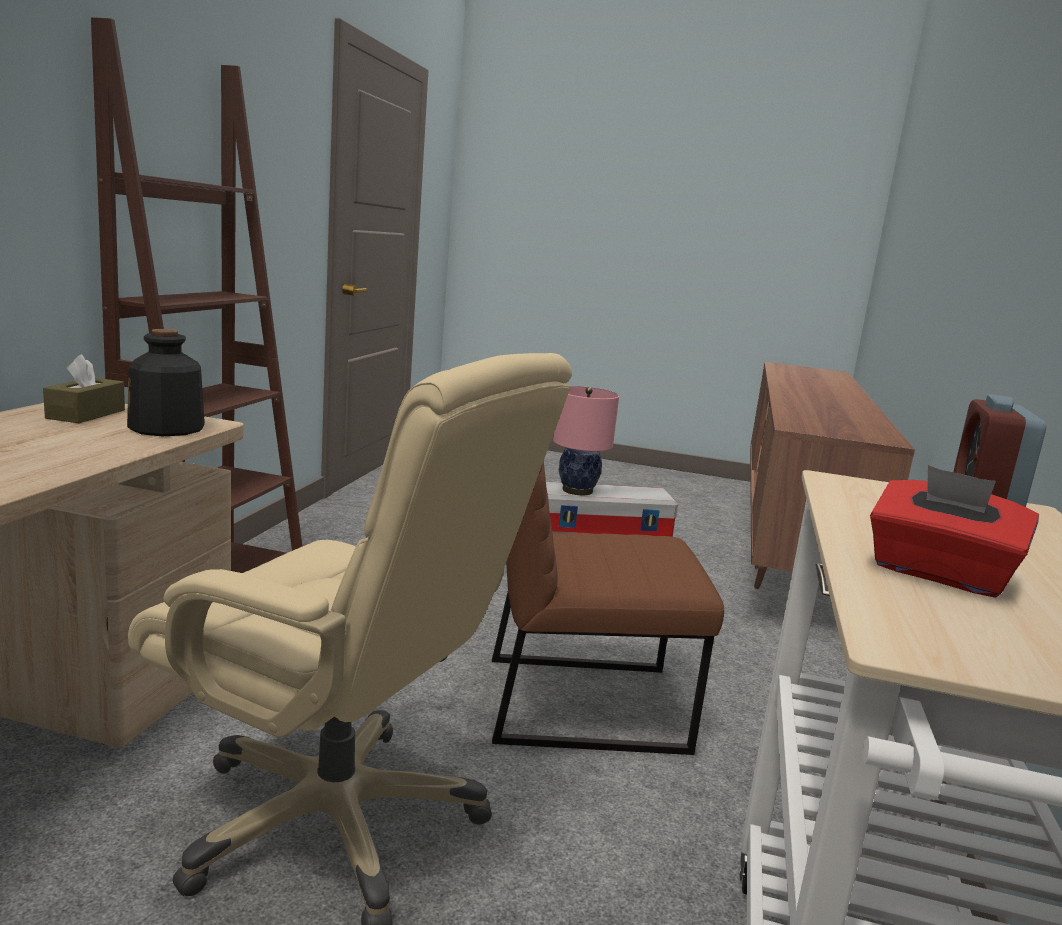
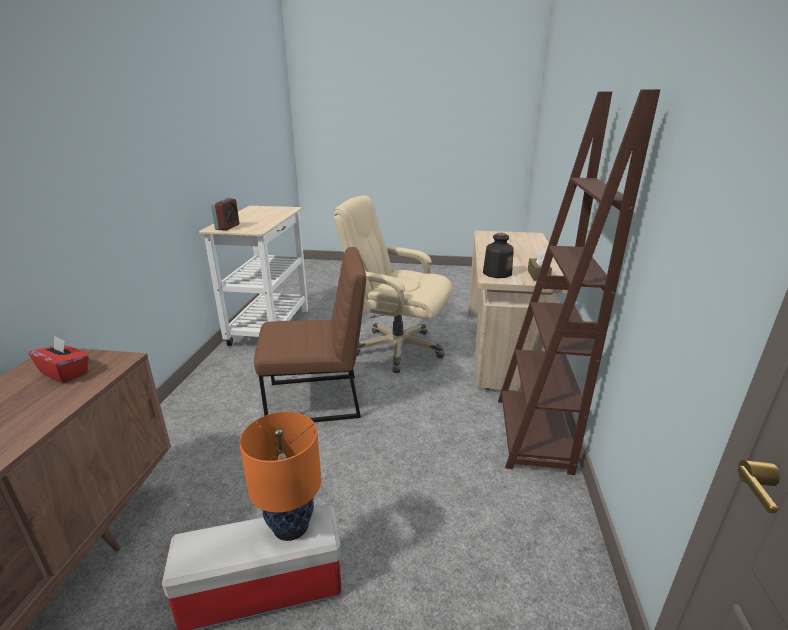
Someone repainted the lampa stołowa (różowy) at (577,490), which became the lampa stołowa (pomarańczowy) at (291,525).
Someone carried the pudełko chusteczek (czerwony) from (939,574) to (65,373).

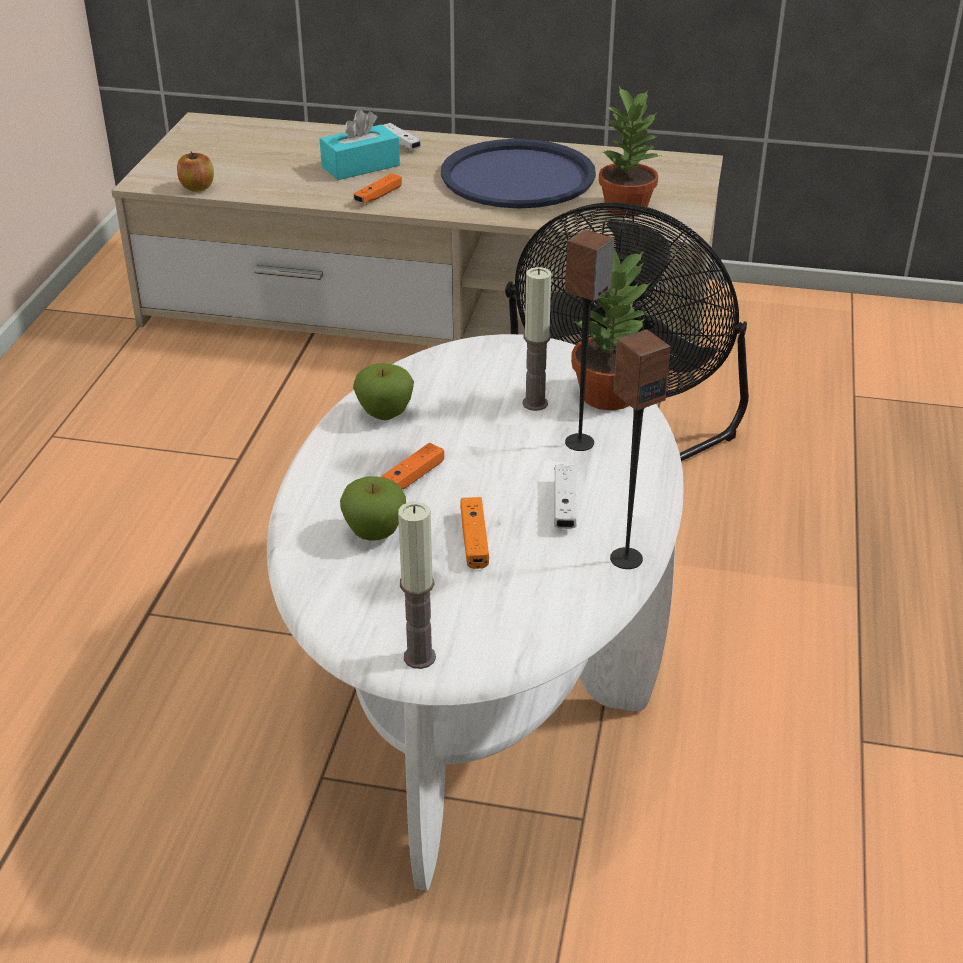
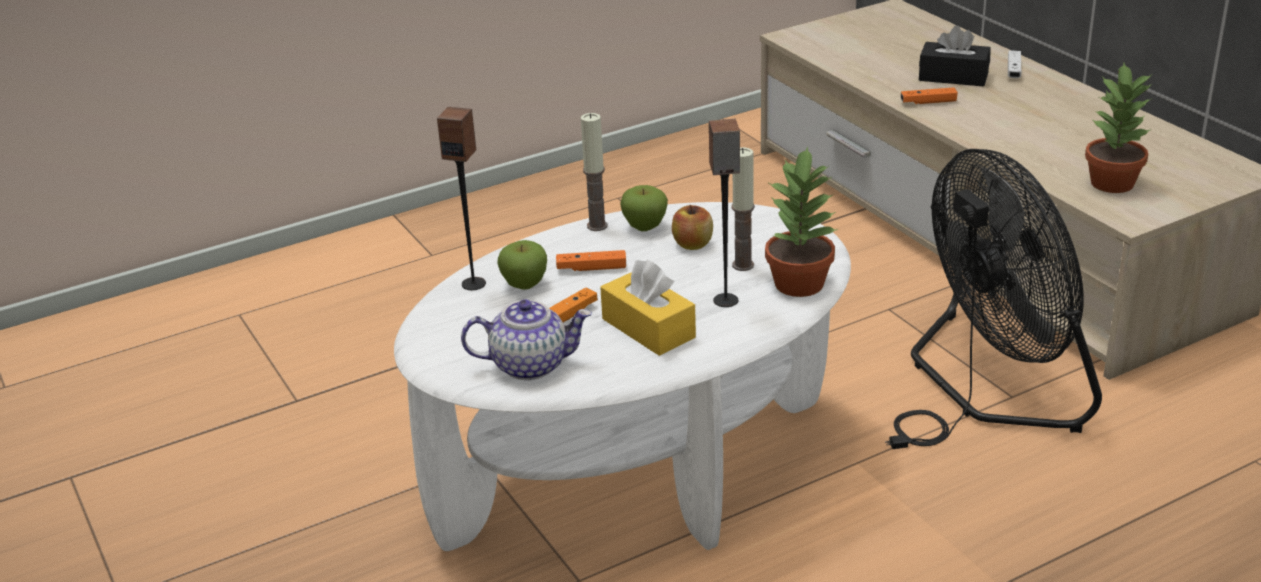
Someone carried the jabłko from (197,187) to (692,244).
Someone repainted the pudełko chusteczek (turkusowy) at (360,166), which became the pudełko chusteczek (czarny) at (953,77).
Someone carried the świeca from (419,657) to (597,226).
Someone took away the taca (niebieski) at (518,177).
Someone swapped the pad do gier (biały) at (564,506) for the pudełko chusteczek (żółty) at (648,328).
Someone carried the głośnik from (626,558) to (474,283).
Someone put down the imbryk at (530,364).

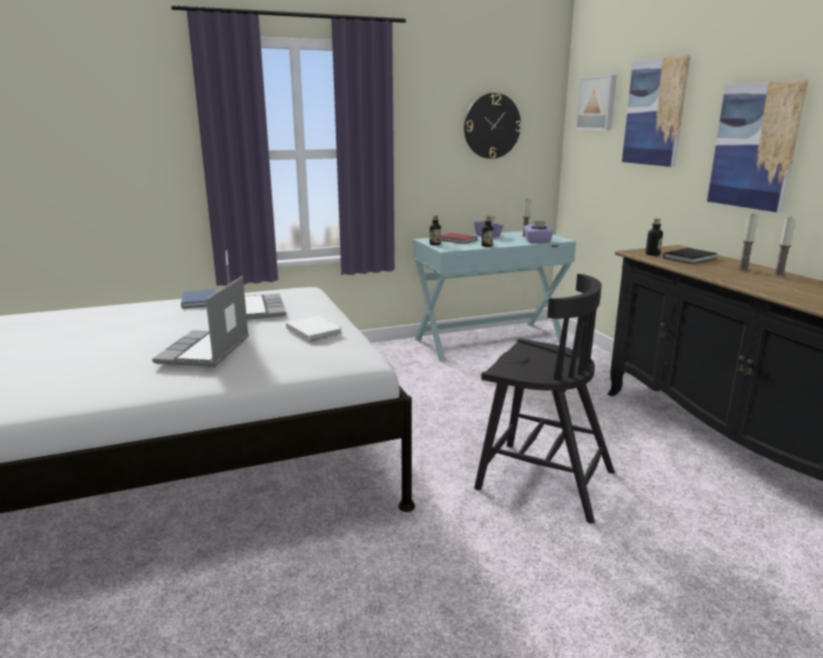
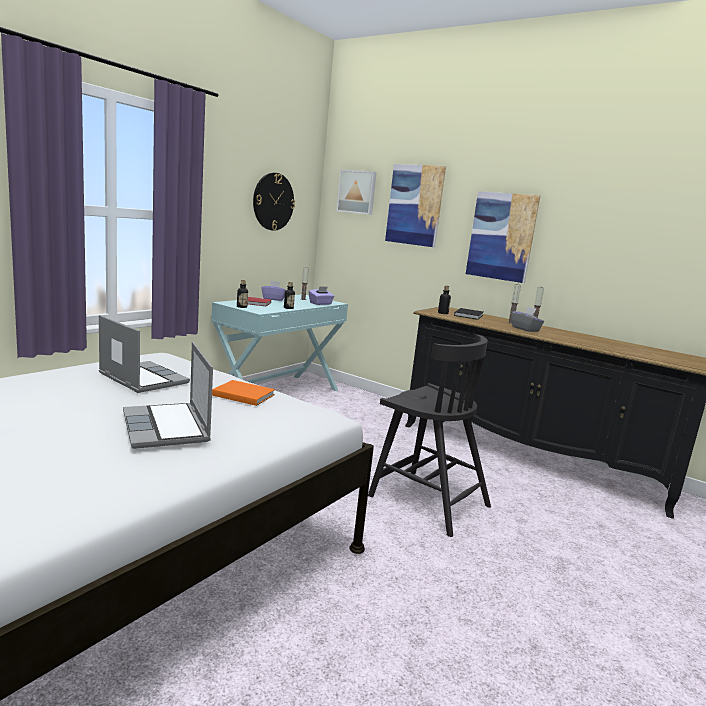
Someone took away the książka (niebieski) at (200,300).
Someone repainted the książka (biały) at (314,330), which became the książka (pomarańczowy) at (242,394).
Someone rotated the krzesło (czarny) at (542,479) by 45 degrees clockwise.
Someone put down the pudełko chusteczek (szary) at (525,329).

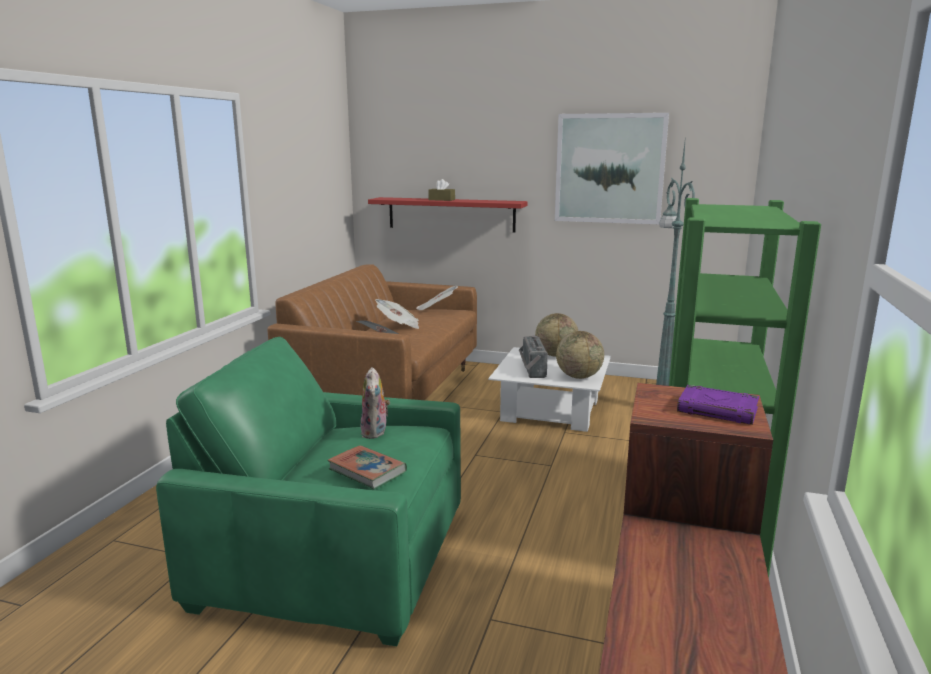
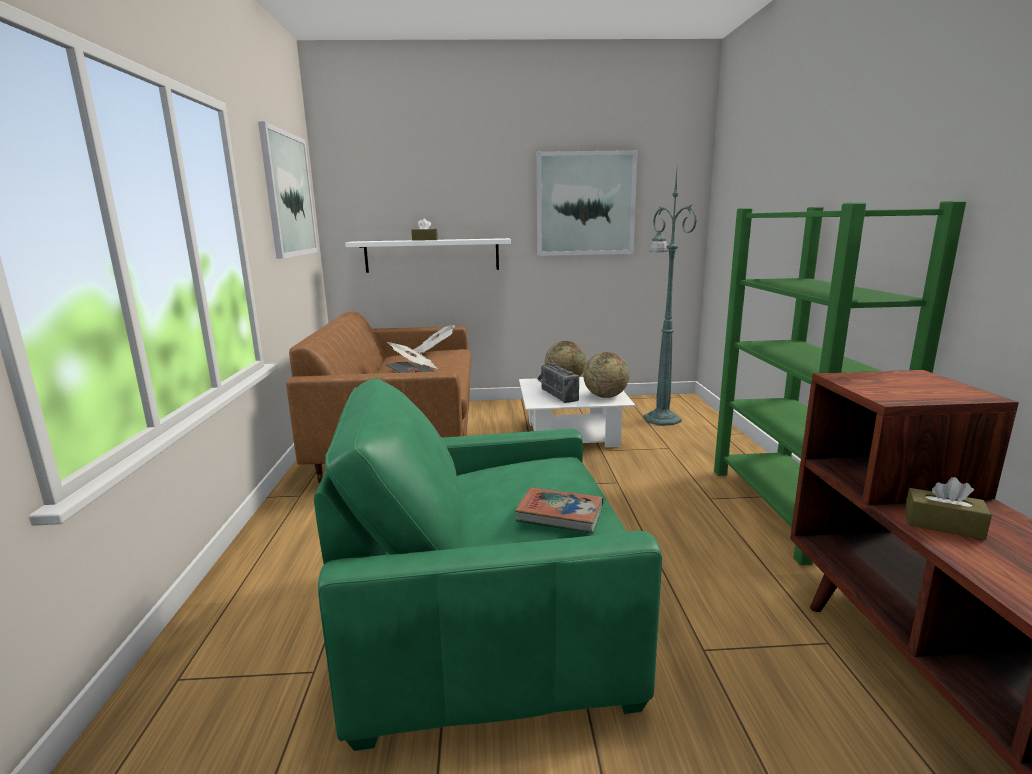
Someone took away the pluszak at (376,433).
Someone repainted the półka (czerwony) at (451,214), which became the półka (biały) at (432,255).
Someone took away the książka (fioletowy) at (718,410).
Someone put up the obraz at (288,195).
Someone put down the pudełko chusteczek (brązowy) at (943,524).

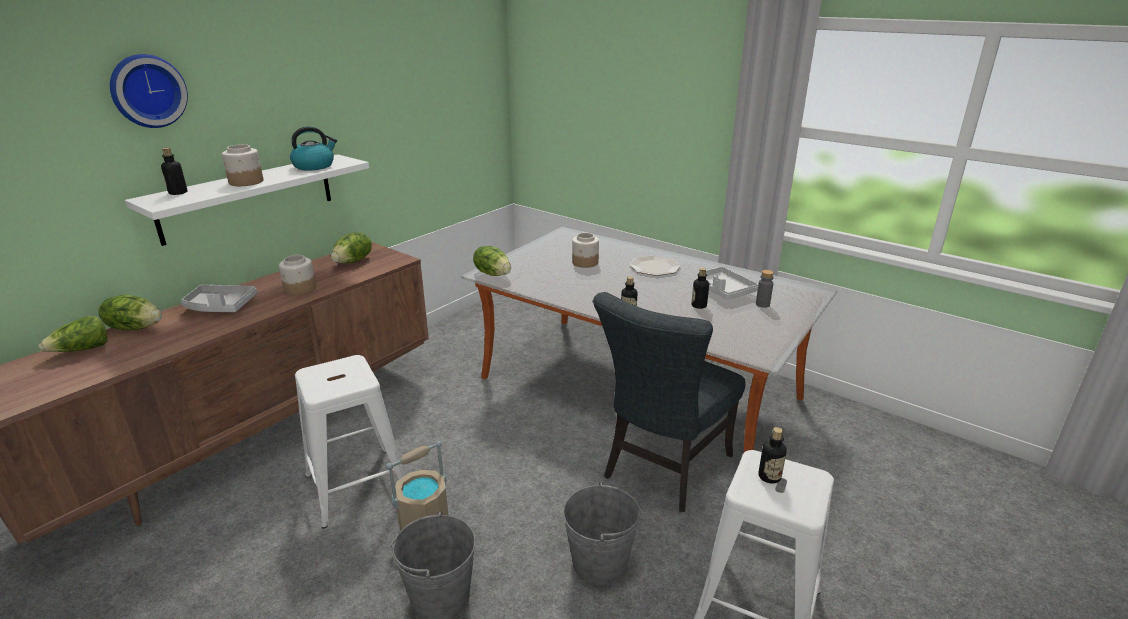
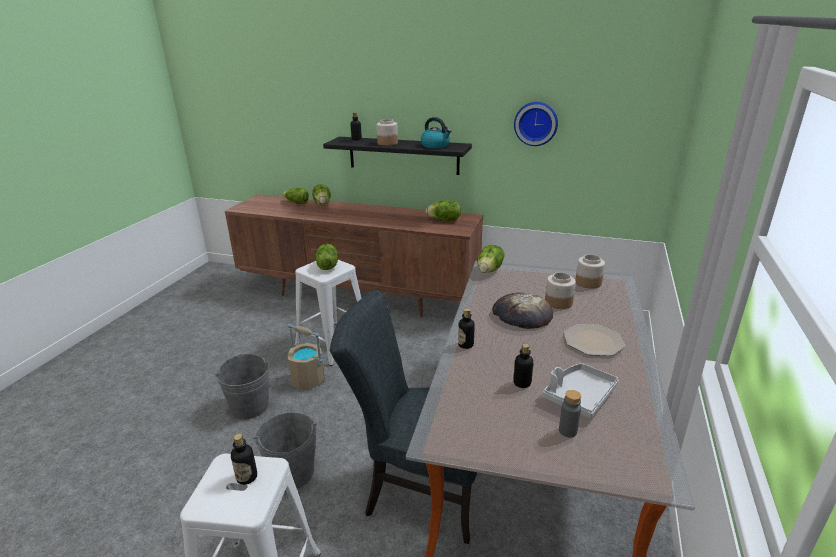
Someone carried the zegar ścienny from (147,91) to (536,123).
Someone repainted the półka (biały) at (248,197), which became the półka (czarny) at (403,155).
Someone took away the taca (szary) at (220,307).
Someone carried the słoik from (300,289) to (588,283).
Someone put down the sałata at (327,266).
Someone put down the chleb at (521,314).

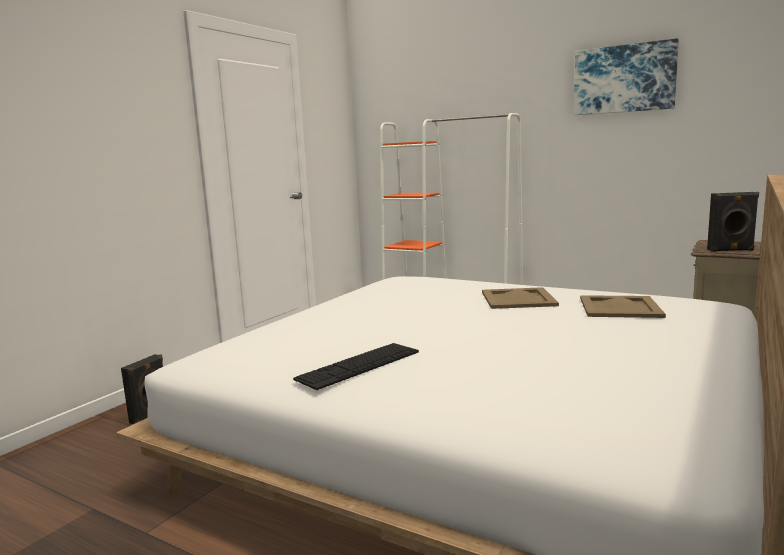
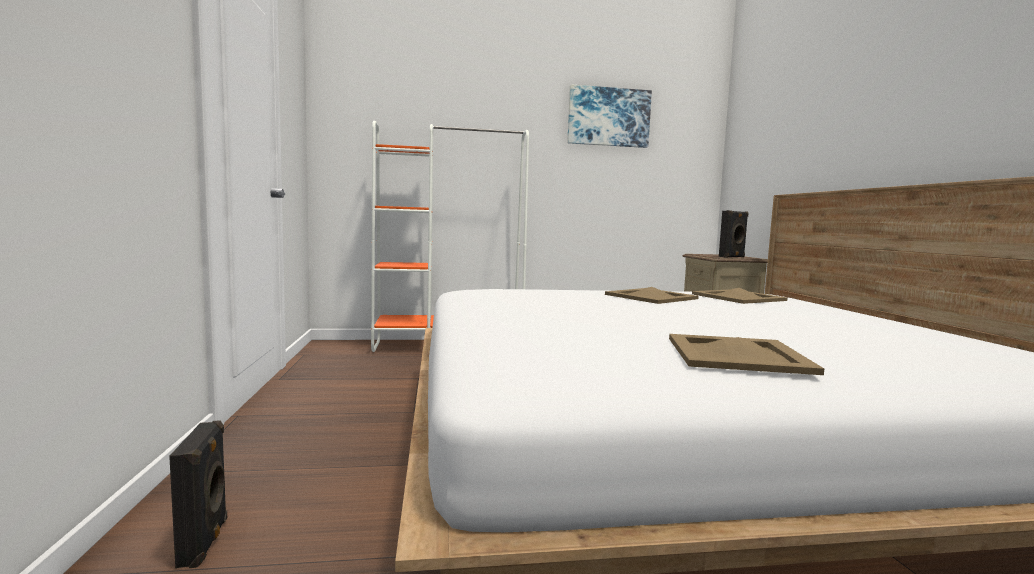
Someone swapped the klawiatura at (359,365) for the taca (beżowy) at (735,354).

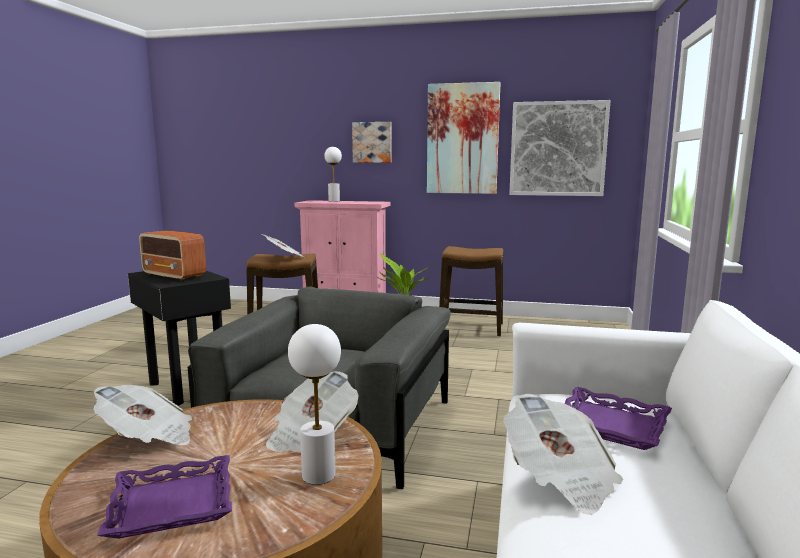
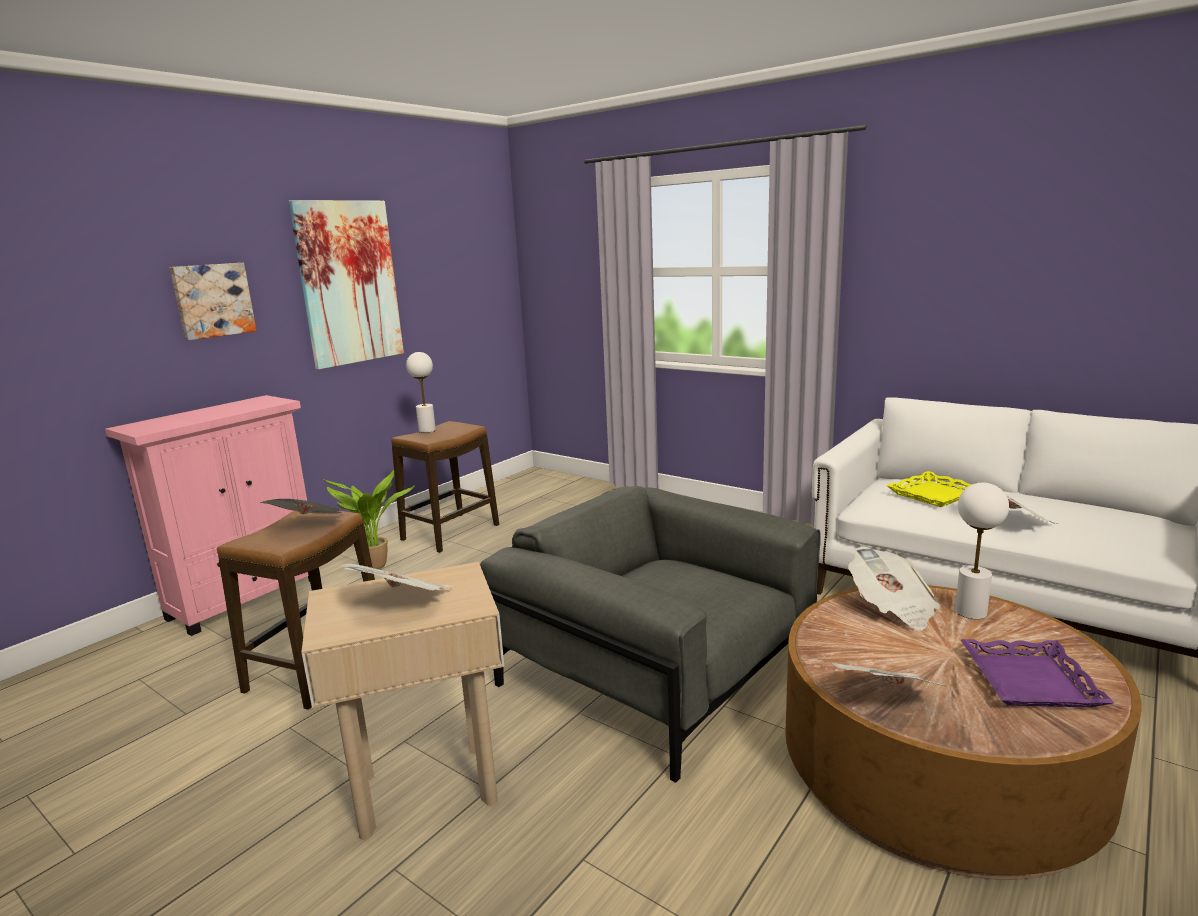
Someone repainted the stolik (czarny) at (186,388), which became the stolik (beżowy) at (426,789).
Someone swapped the radio at (174,276) for the gazeta at (402,603).
Someone carried the lampa stołowa (biały) from (334,201) to (427,430).
Someone took away the obraz at (557,149).
Someone repainted the taca (fioletowy) at (610,425), which became the taca (żółty) at (934,494).

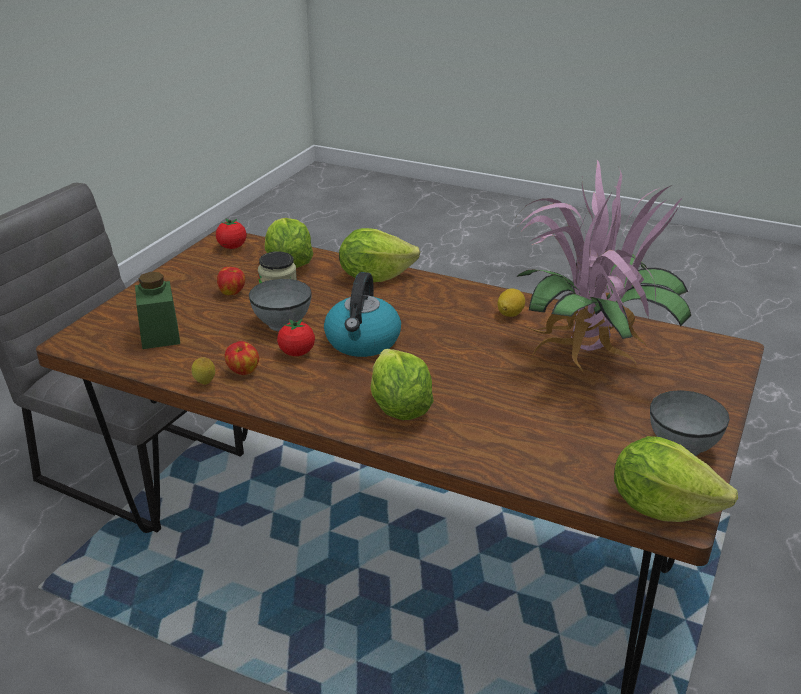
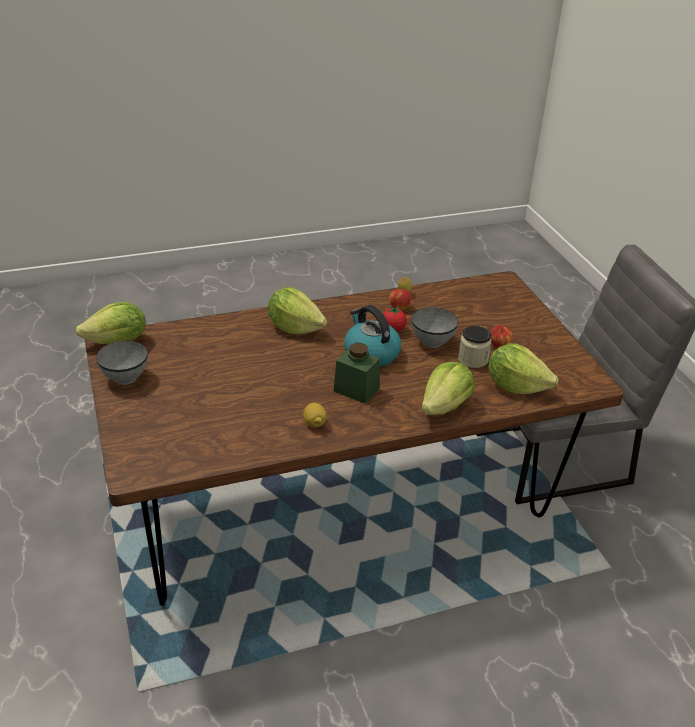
Someone carried the słoik (zielony) from (160,335) to (356,389).
Someone took away the pomidor at (232,247).
Someone took away the roślina doniczkowa at (590,361).

